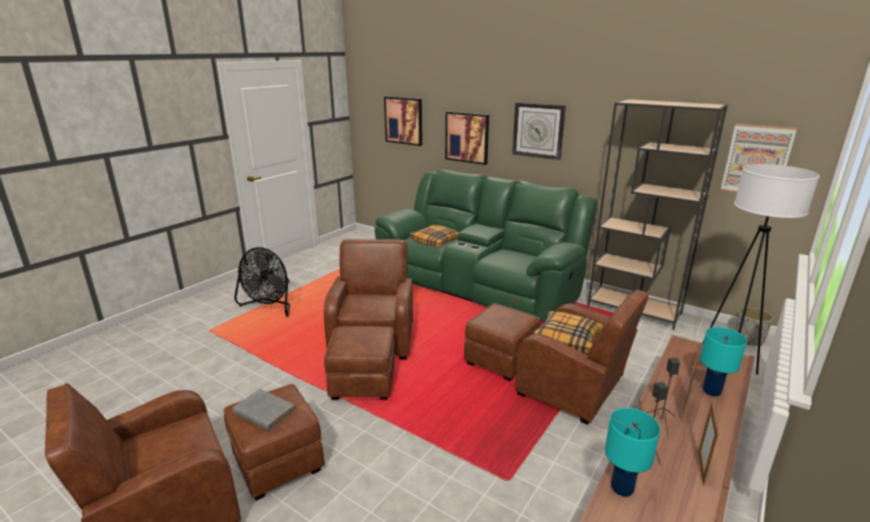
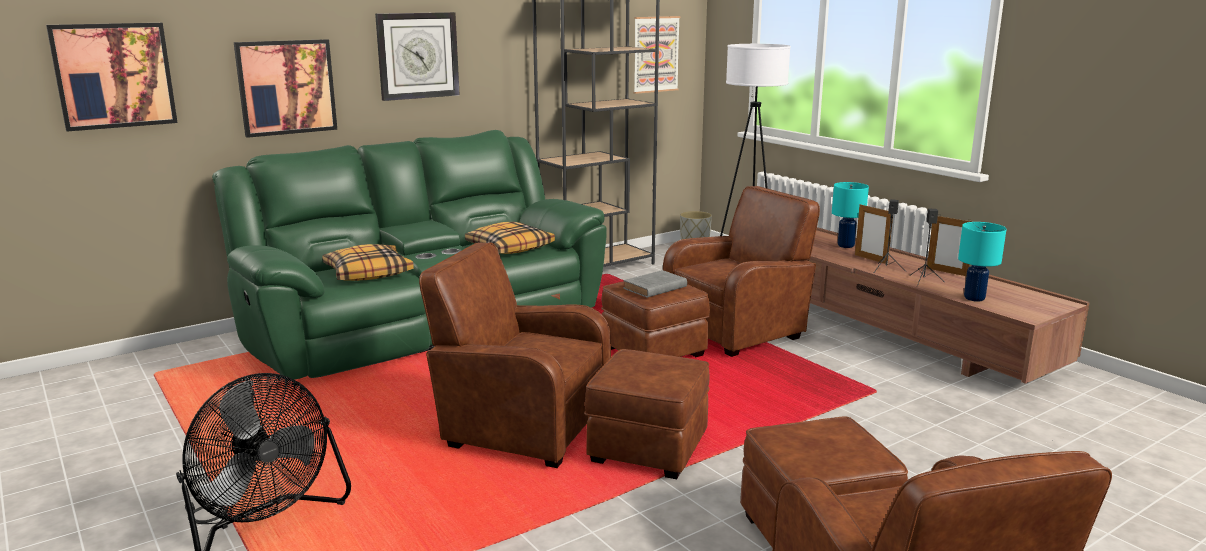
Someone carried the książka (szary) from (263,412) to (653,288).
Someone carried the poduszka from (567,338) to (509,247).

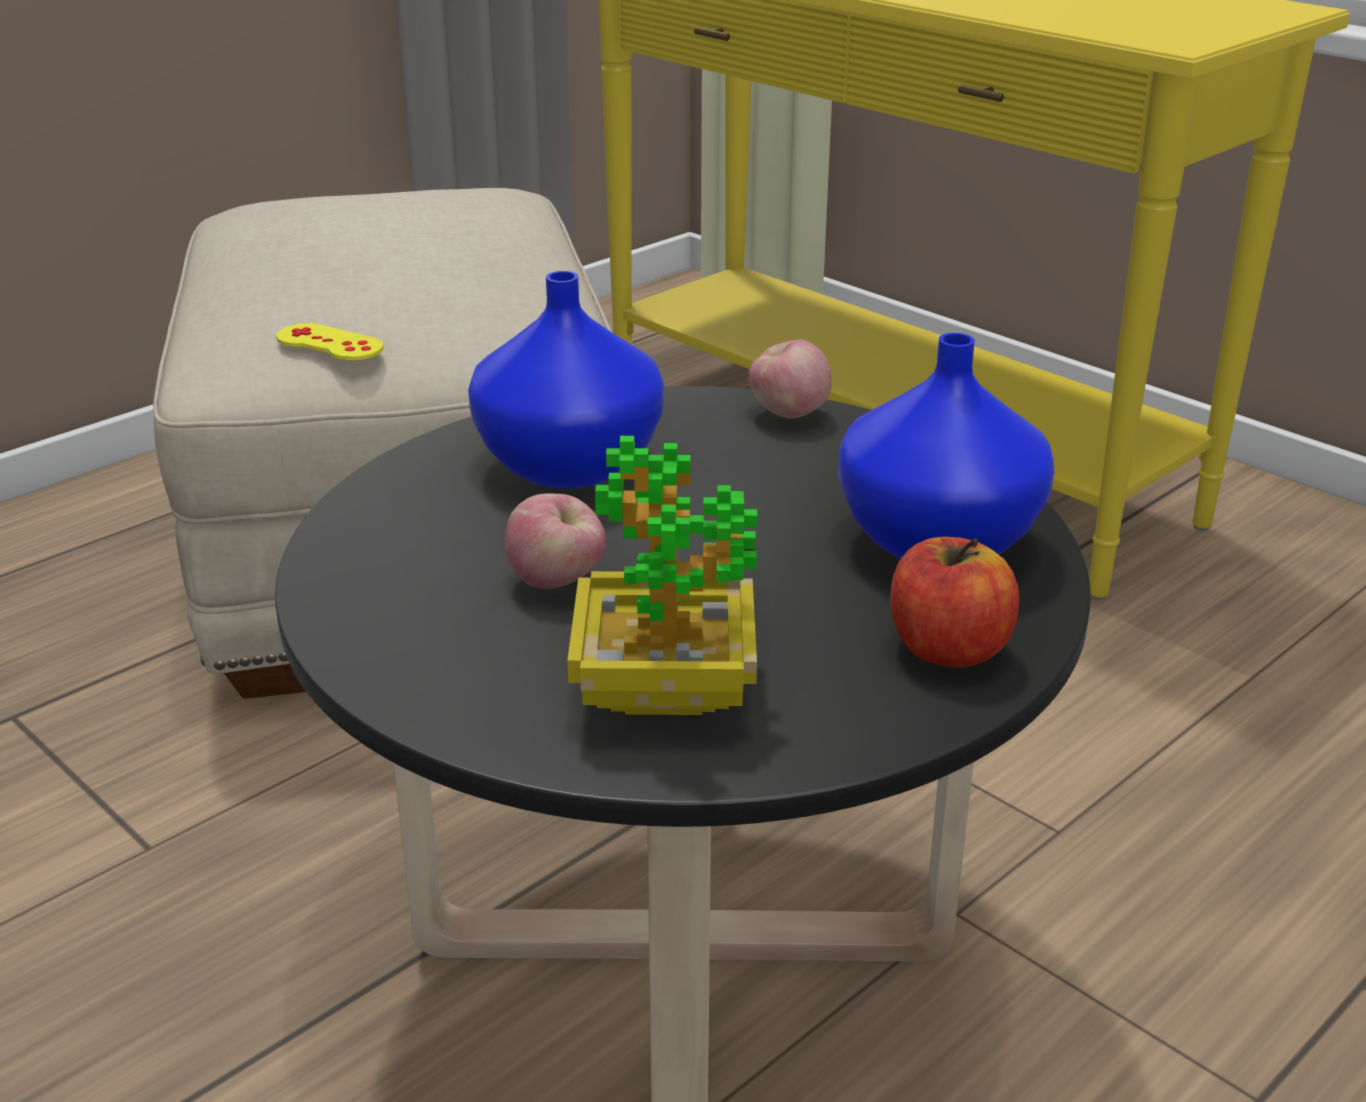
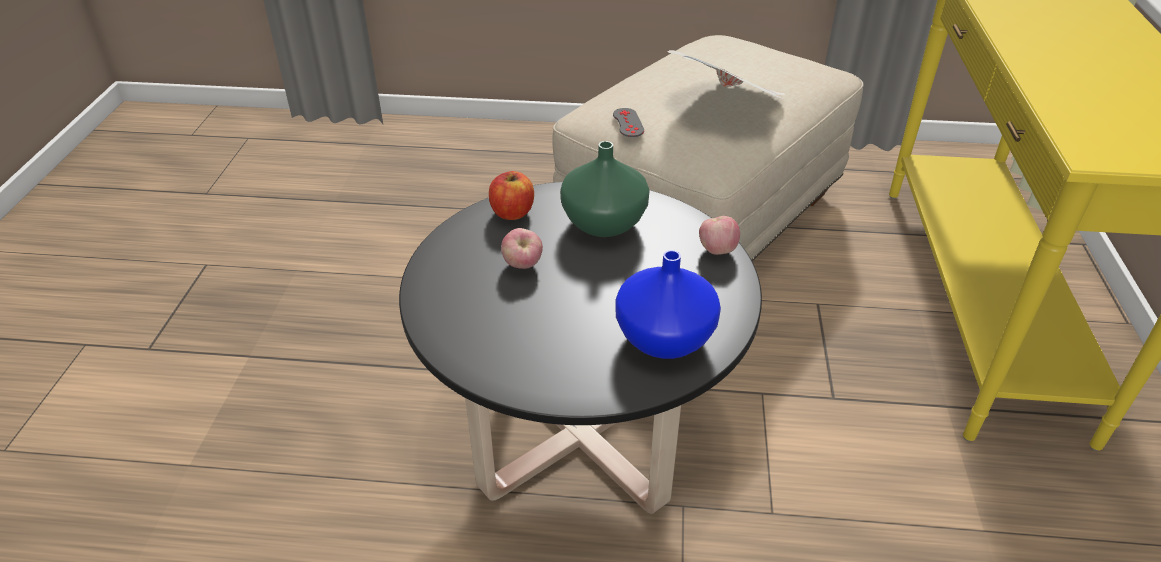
Someone repainted the pad do gier (żółty) at (329,343), which became the pad do gier (szary) at (628,123).
Someone repainted the wazon (niebieski) at (572,466), which became the wazon (zielony) at (604,224).
Someone took away the roślina doniczkowa at (664,692).
Someone carried the jabłko from (947,649) to (512,212).
Someone put down the gazeta at (728,106).

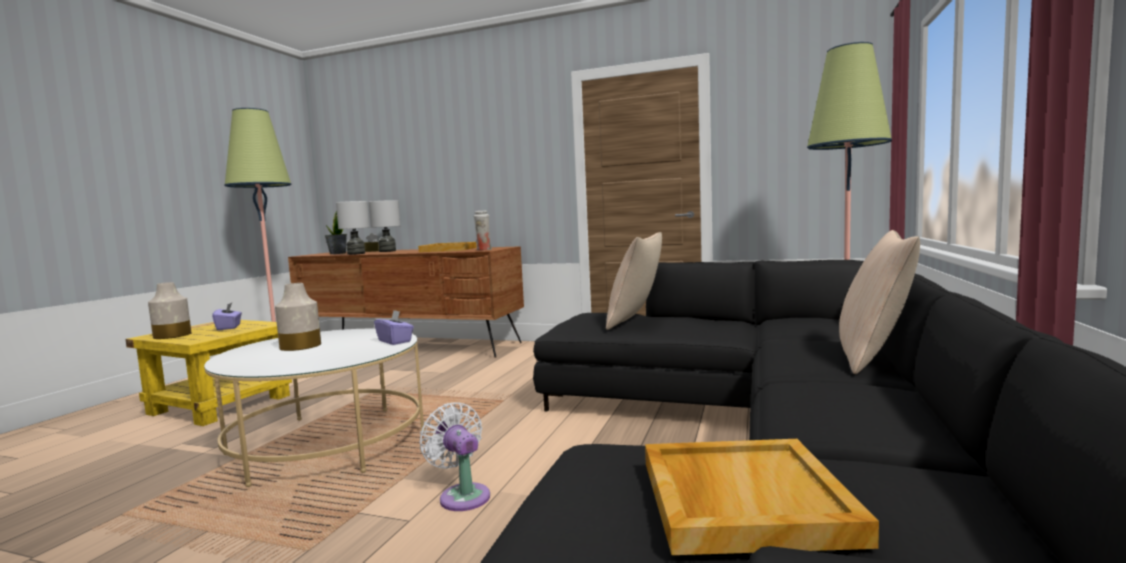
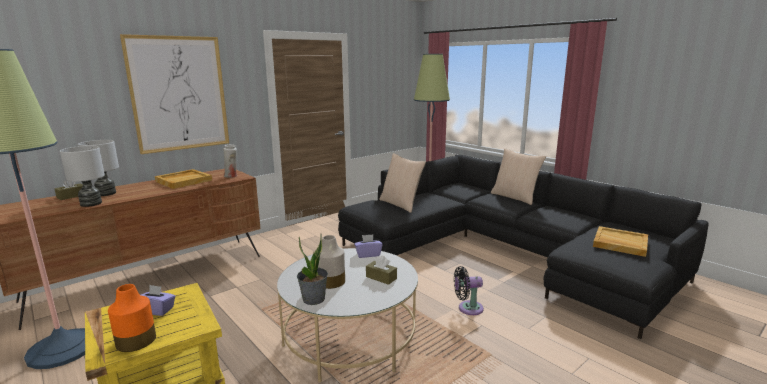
Someone repainted the wazon (beżowy) at (173,335), which became the wazon (pomarańczowy) at (136,340).
Someone carried the roślina doniczkowa from (337,253) to (314,299).
Someone repainted the wentylator (biały) at (462,495), which became the wentylator (czarny) at (467,308).
Someone put up the obraz at (179,94).
Someone put down the pudełko chusteczek (brązowy) at (381,277).

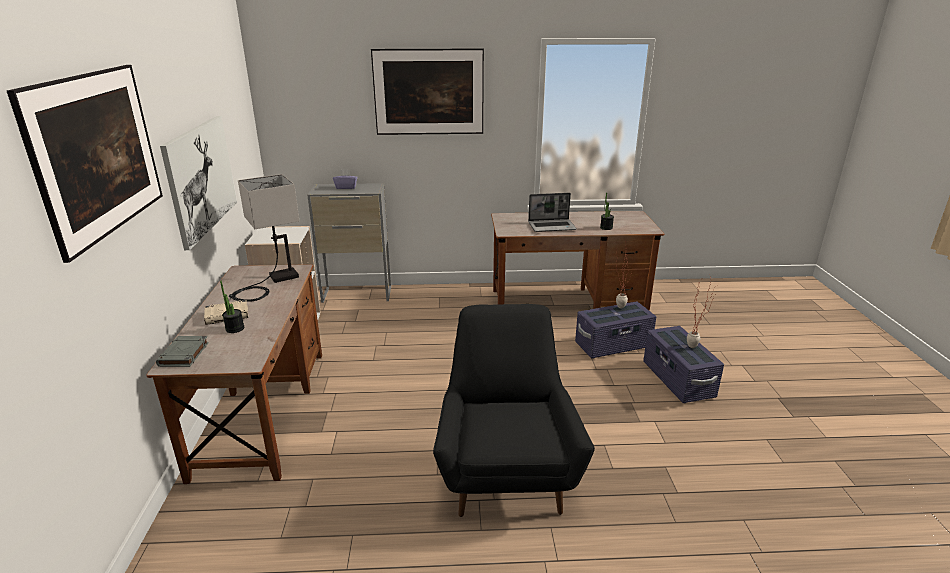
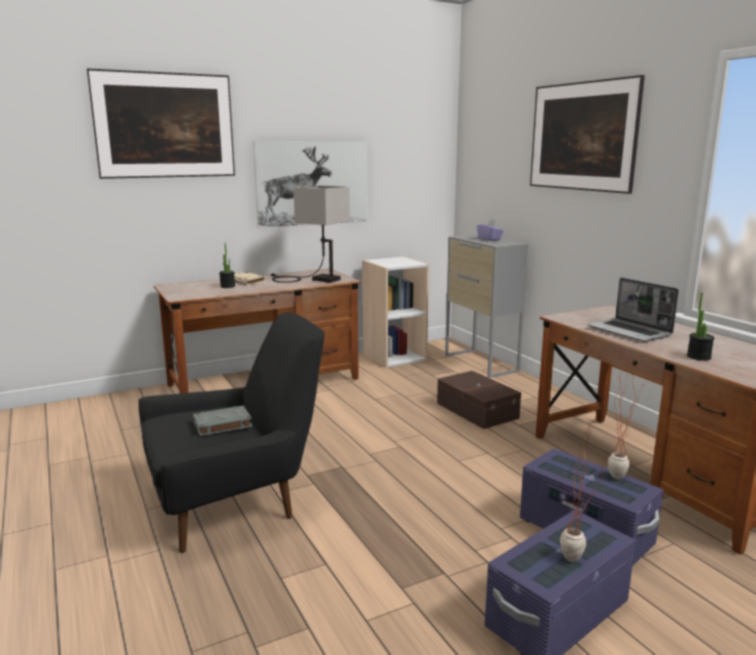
Someone carried the książka (szary) from (184,355) to (222,424).
Someone put down the pojemnik do przechowywania (brązowy) at (477,410).

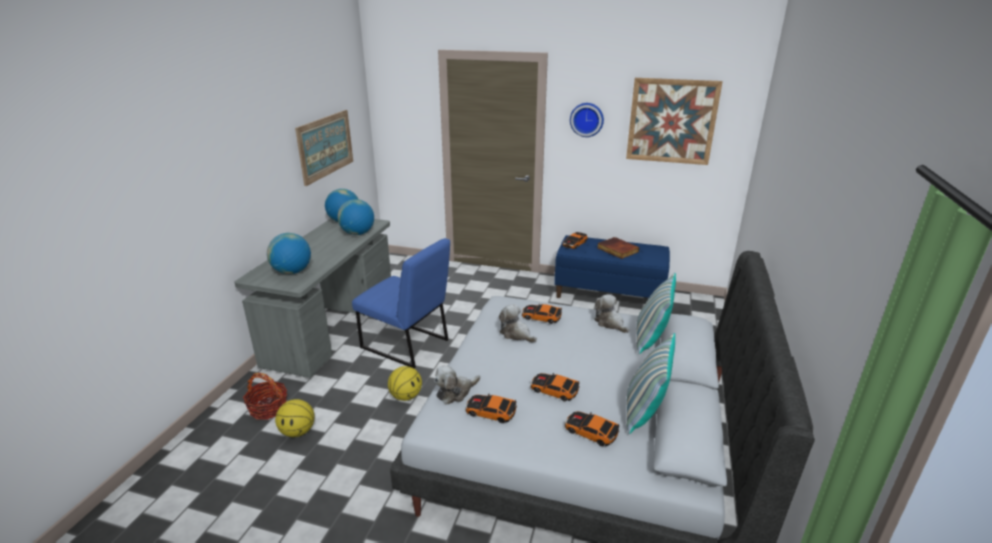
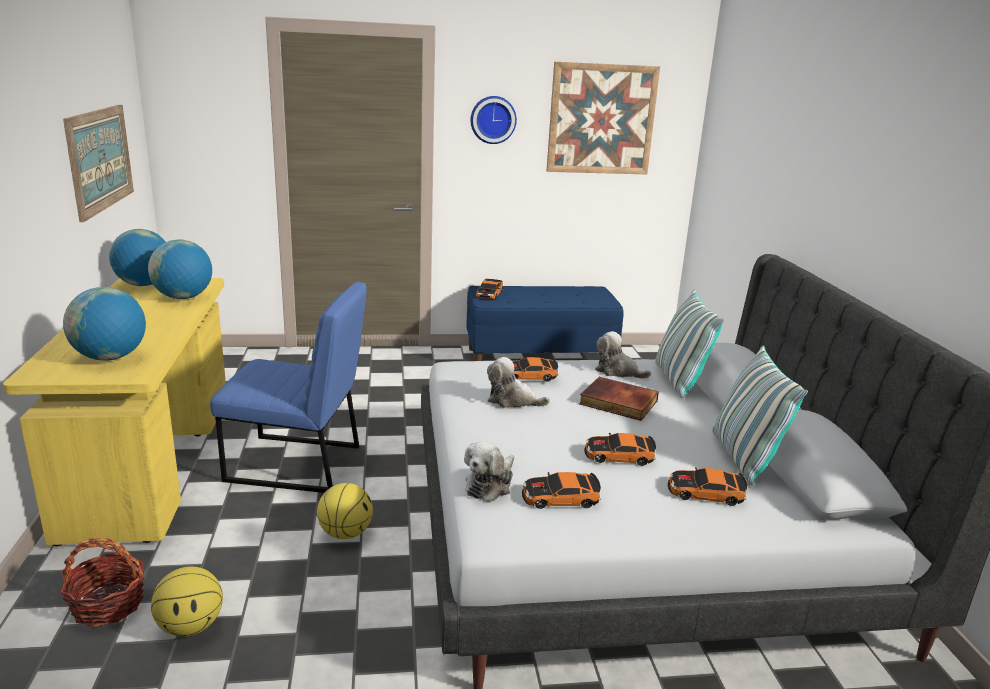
Someone repainted the biurko (szary) at (332,327), which became the biurko (żółty) at (152,462).
Someone carried the książka from (617,250) to (617,403).

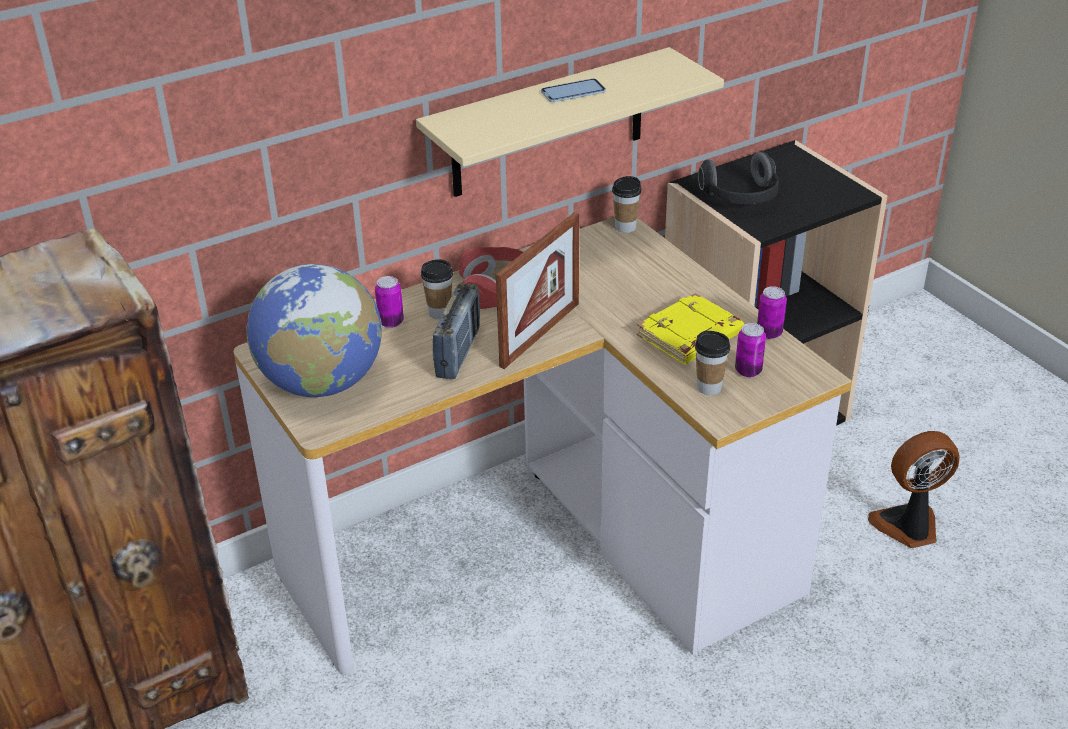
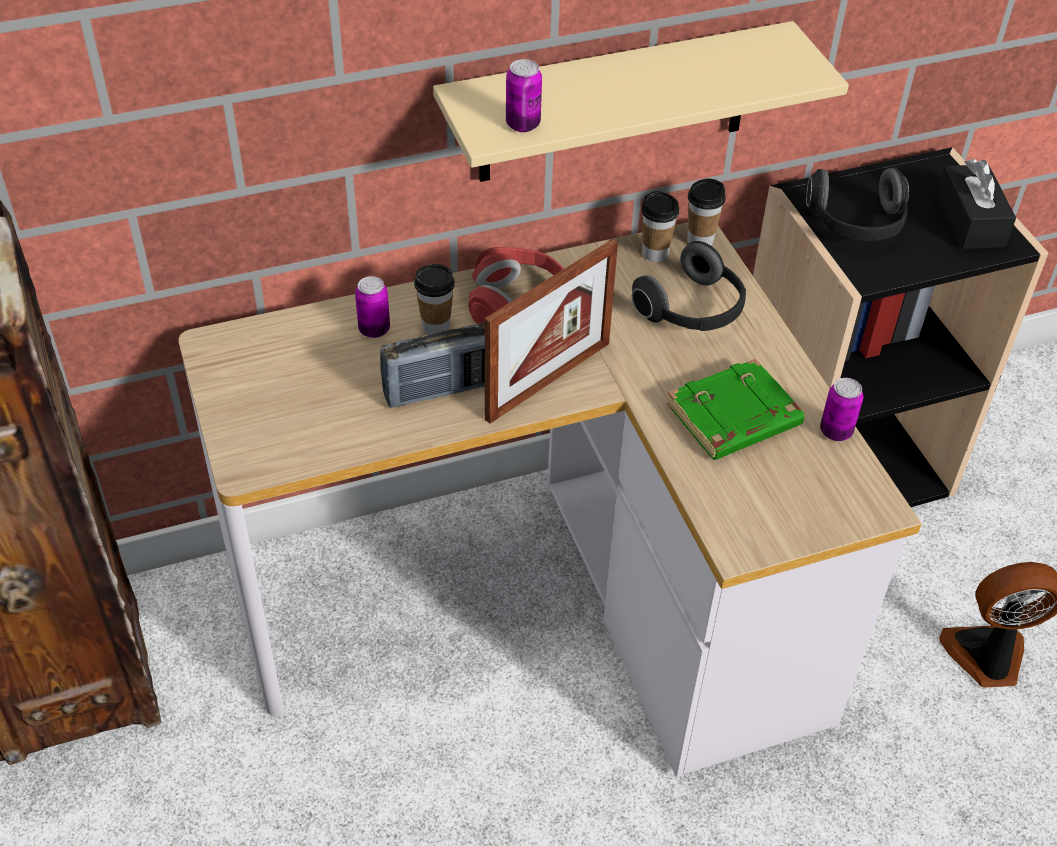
Someone took away the globus at (322,383).
Someone rotated the radio at (458,353) by 45 degrees clockwise.
Someone took away the telefon at (573,92).
Someone repainted the książka (żółty) at (690,337), which became the książka (zielony) at (733,418).
Someone carried the filiżanka from (709,388) to (655,253).
Someone carried the puszka from (748,371) to (523,124).
Someone put down the słuchawki at (692,311).
Someone put down the pudełko chusteczek (czarny) at (970,221).

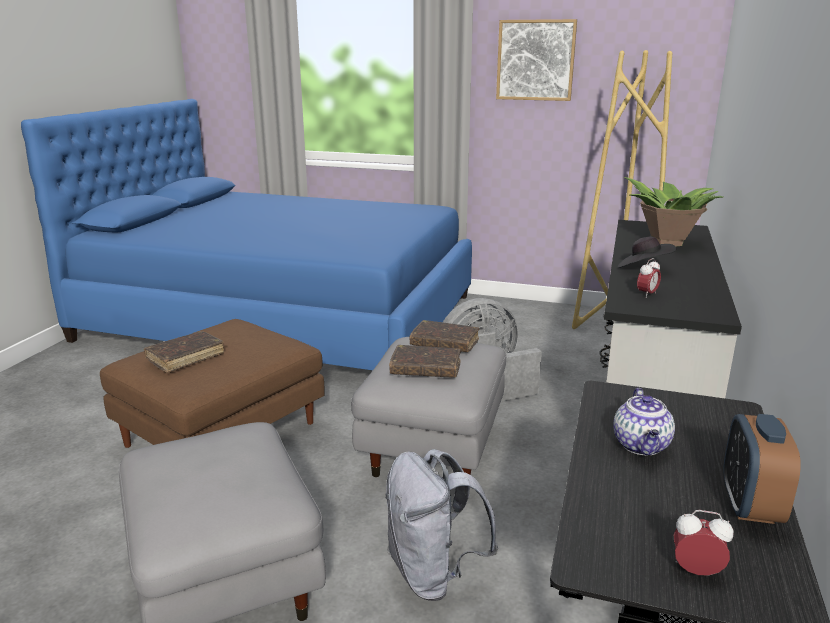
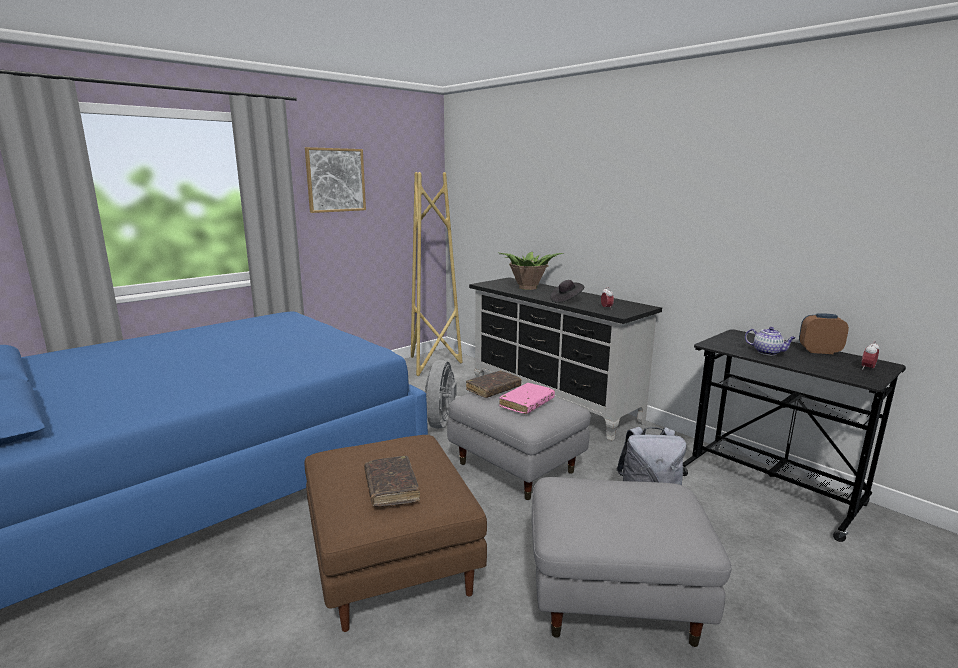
Someone repainted the książka (brązowy) at (425,369), which became the książka (różowy) at (527,404).
Someone rotated the budzik at (750,505) by 150 degrees clockwise.

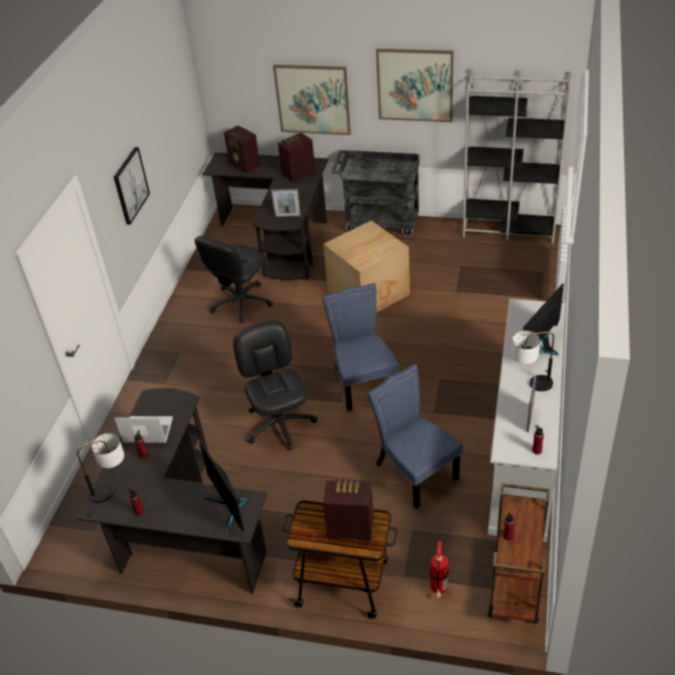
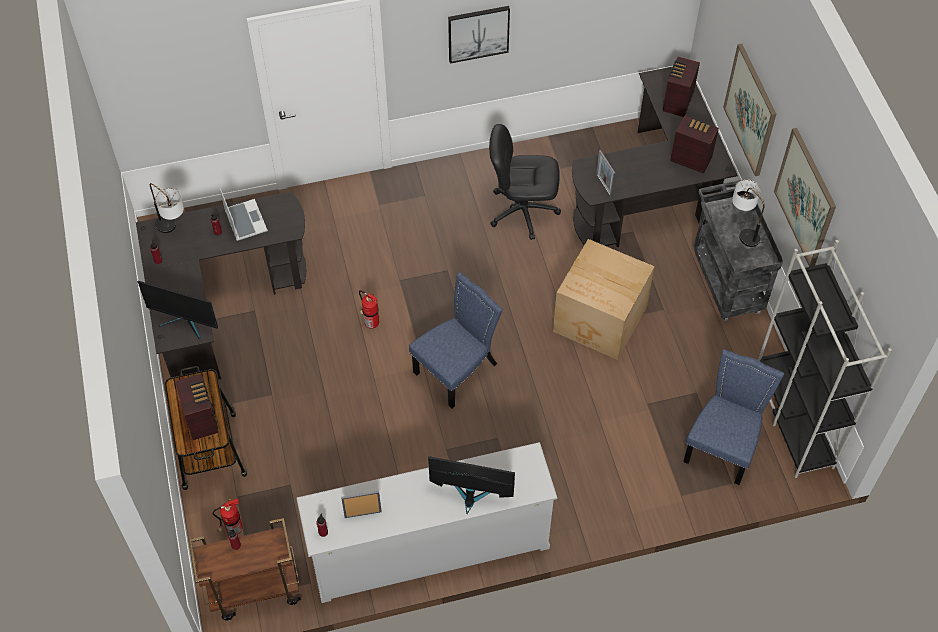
Someone rotated the monitor at (229,508) by 105 degrees counterclockwise.
Someone swapped the krzesło biurowe (czarny) at (280,424) for the gaśnica at (370,322).
Someone carried the krzesło (niebieski) from (416,474) to (722,446).
Someone carried the lampa stołowa from (529,385) to (742,231).

